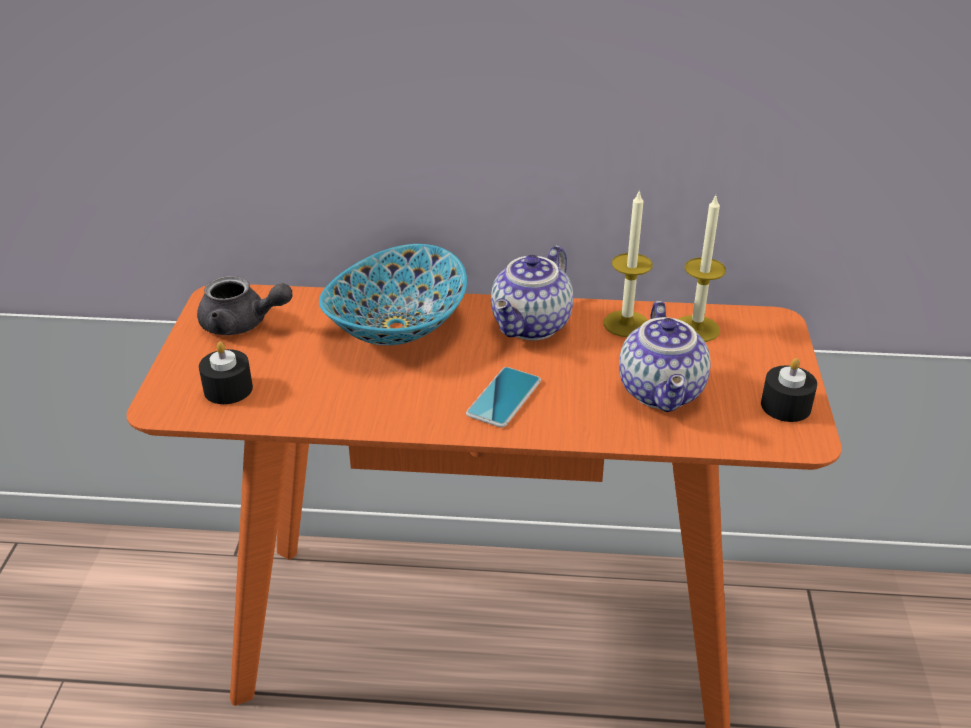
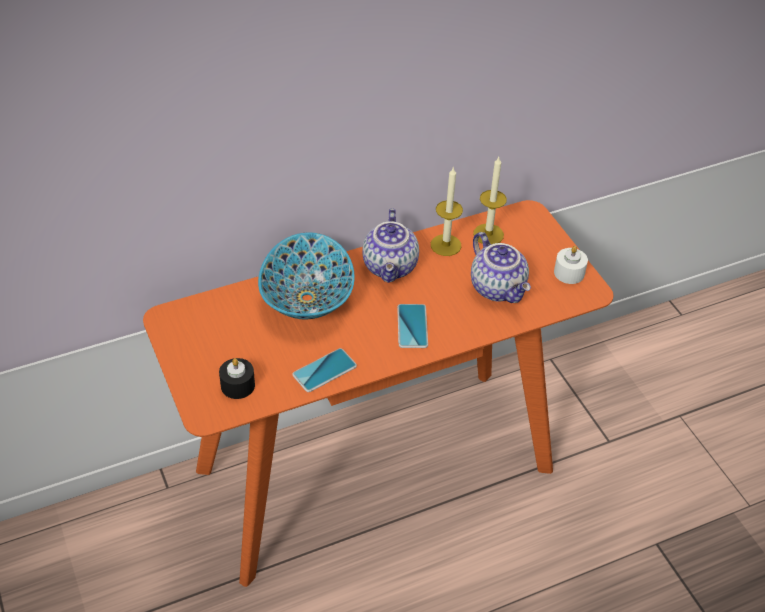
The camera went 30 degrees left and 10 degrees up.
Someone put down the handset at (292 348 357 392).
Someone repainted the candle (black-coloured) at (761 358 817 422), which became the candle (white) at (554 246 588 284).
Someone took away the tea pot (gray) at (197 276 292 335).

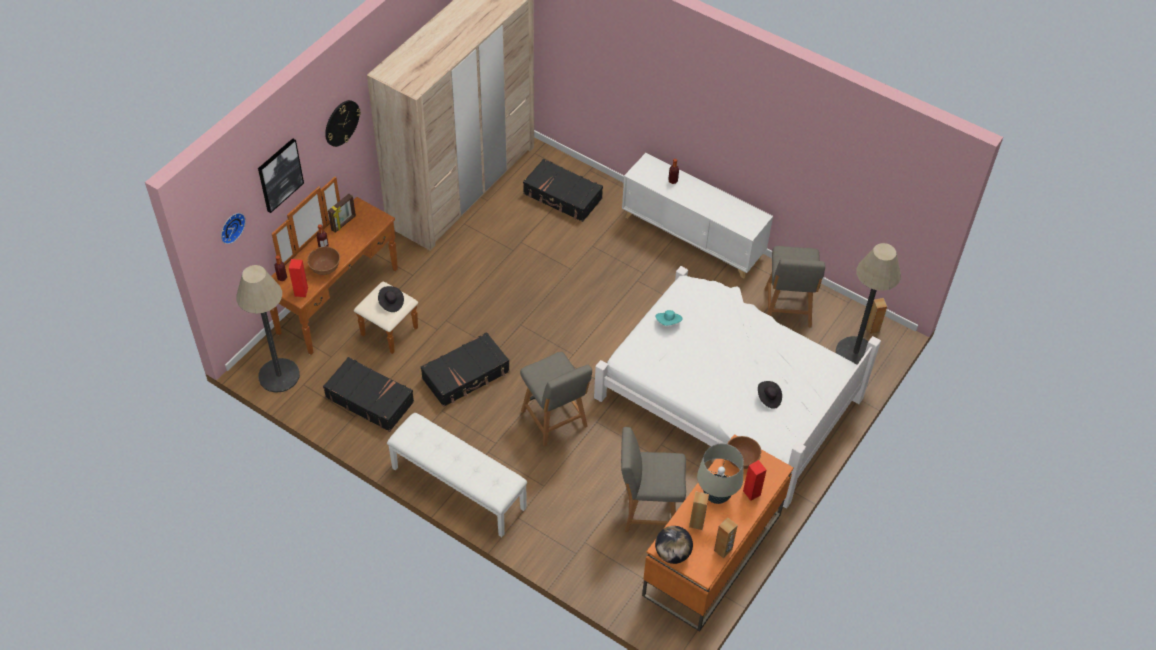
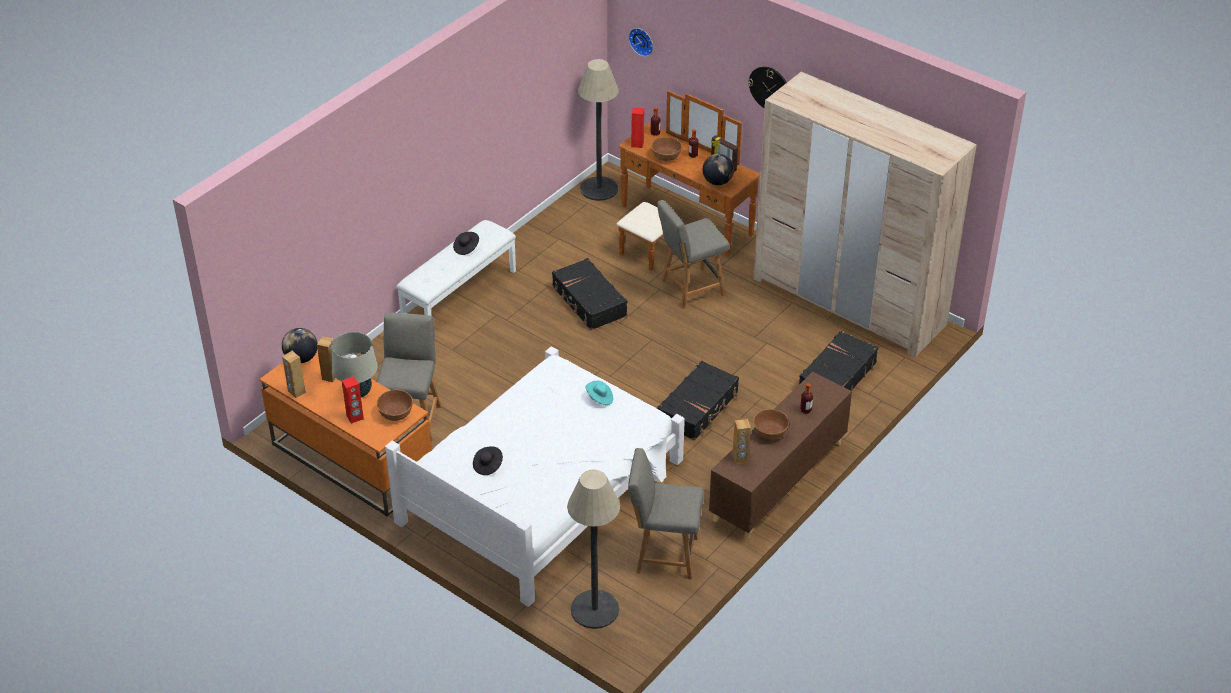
The camera went 95 degrees right and 10 degrees down.
Someone carried the clothing hat (black-coloured) from (378 286 404 312) to (453 232 479 255).
Someone carried the chair (gray) from (520 352 592 447) to (657 200 729 309).
Someone carried the suitcase (black-coloured) from (323 357 414 432) to (657 361 739 440).
Someone put down the world globe at (703 154 734 185).
Someone repainted the cupboard (white) at (622 153 773 279), which became the cupboard (brownish) at (709 372 852 540).
Someone carried the speaker (brownish) from (867 298 887 334) to (733 419 751 464).
Someone put down the serving bowl (brownish) at (753 409 789 440).
Someone took away the wall art at (258 138 304 213).

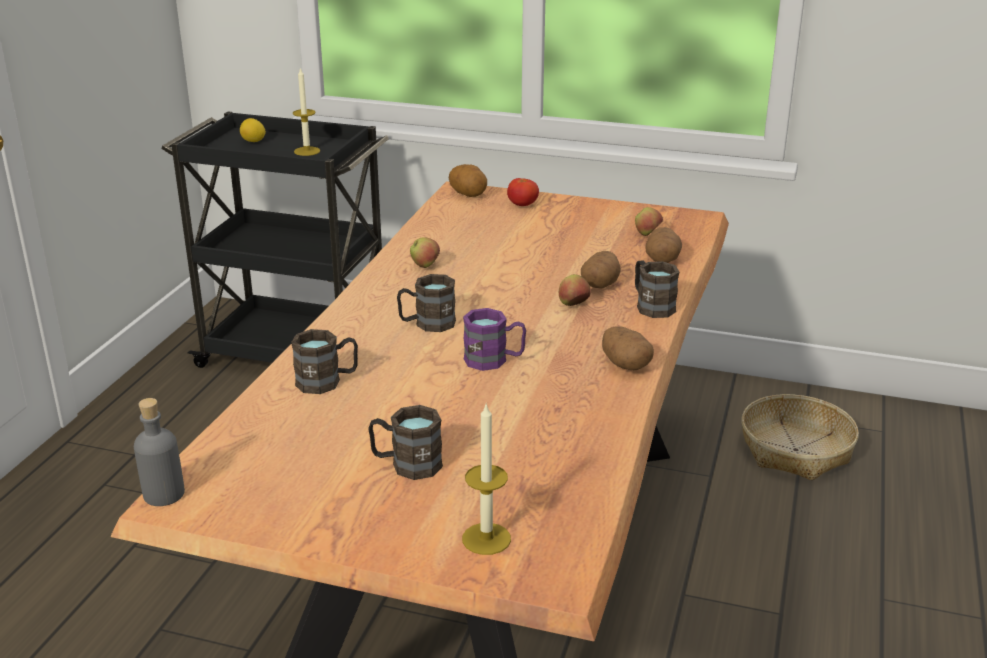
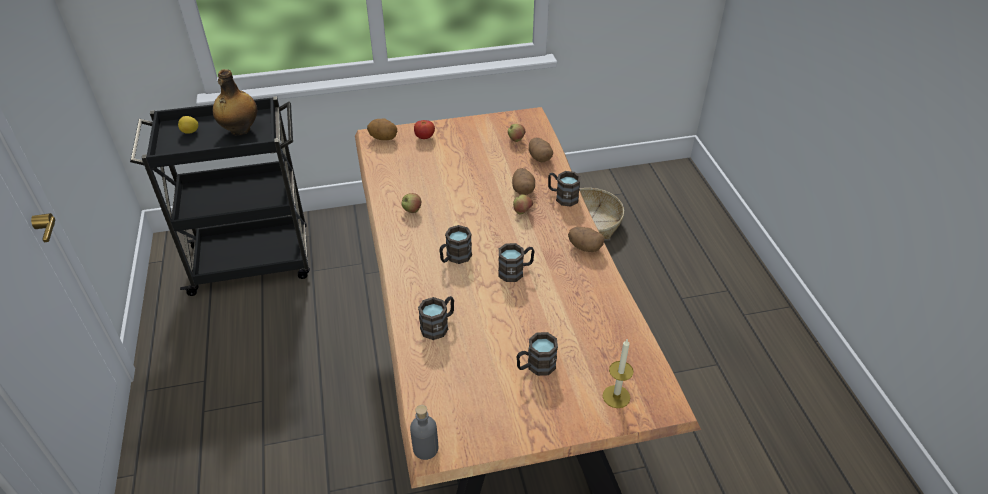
The camera went 30 degrees left and 15 degrees up.
Someone swapped the candle at (293 68 320 156) for the drink bottle at (213 69 257 136).
Someone repainted the tea mug (purple-coloured) at (463 308 526 371), which became the tea mug (brownish) at (498 243 535 282).

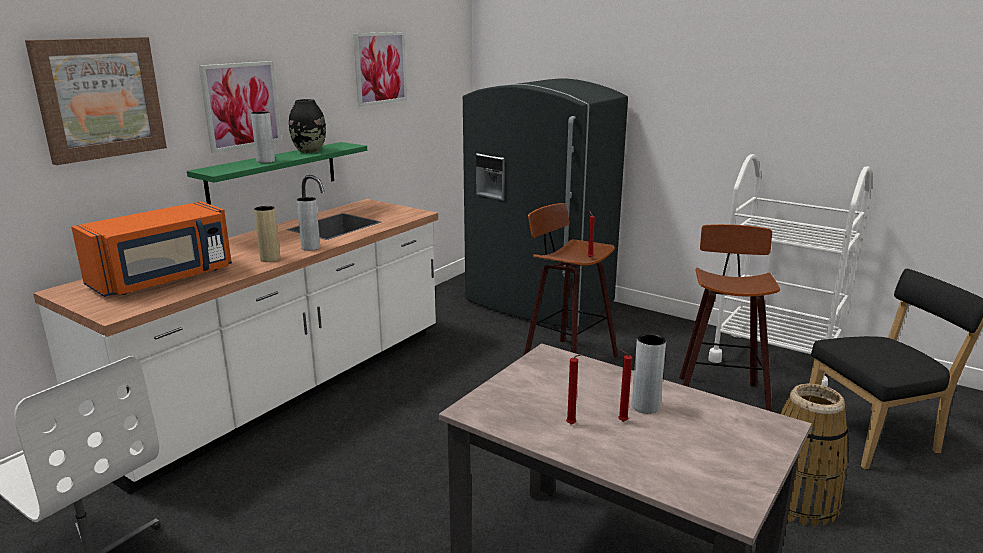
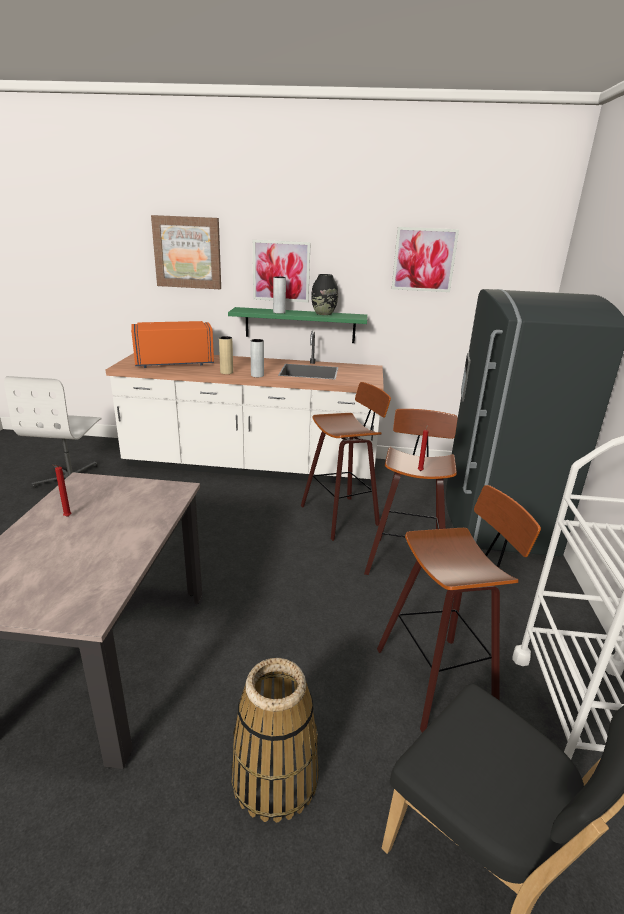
The camera went 60 degrees right and 5 degrees up.
Someone rotated the kitchen microwave (orange) at (71 201 232 297) by 150 degrees clockwise.
Someone put down the stool seat at (301 382 391 541).
Someone took away the candle (reddish) at (618 349 632 422).
Someone took away the flower vase (gray) at (632 333 666 414).

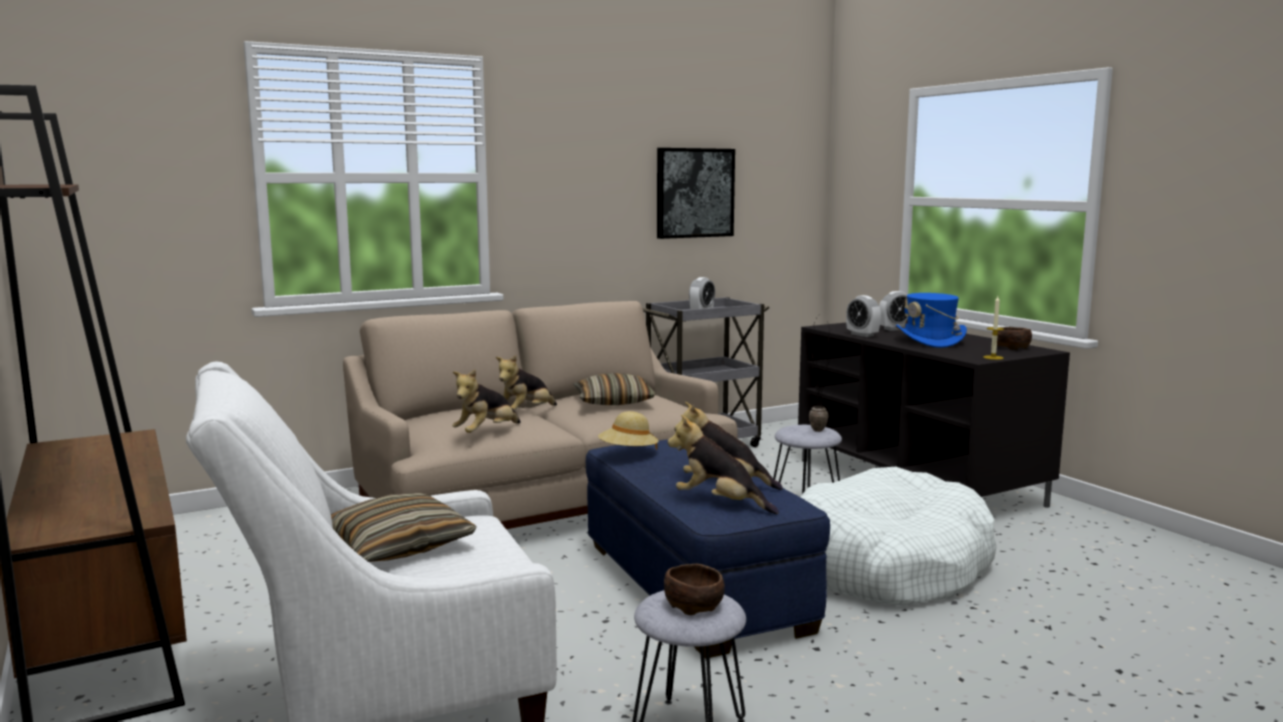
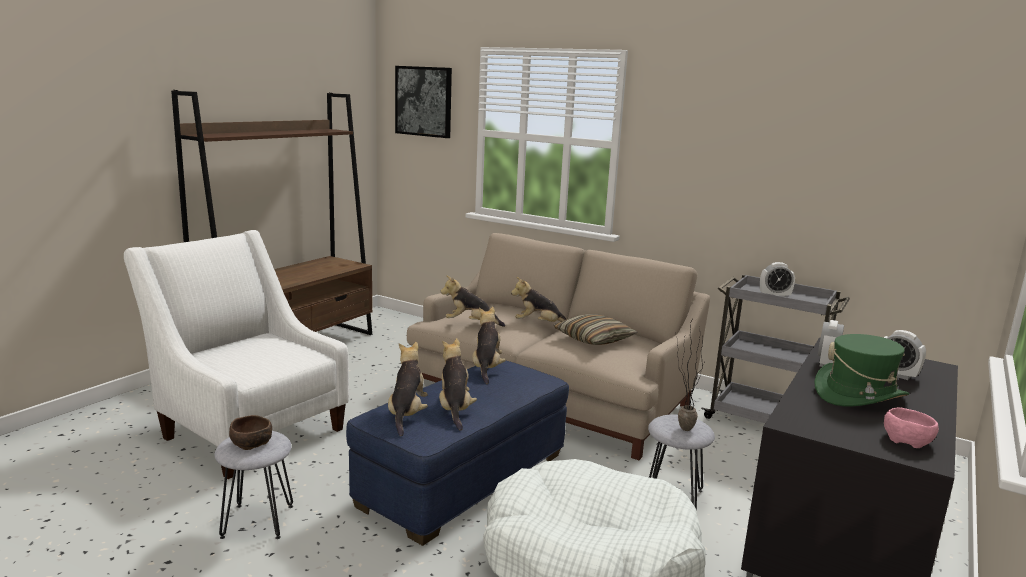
The camera went 60 degrees right and 5 degrees up.
Someone carried the wall art from (657 148 735 239) to (395 66 452 138).
Someone swapped the clothing hat (beige) at (598 411 659 450) for the cuddly toy at (472 307 506 384).
Someone repainted the clothing hat (blue) at (896 293 967 348), which became the clothing hat (greenish) at (814 334 909 406).
Someone repainted the serving bowl (brownish) at (997 327 1032 350), which became the serving bowl (pinkish) at (884 407 939 448).
Someone took away the pillow at (331 493 477 562).
Someone took away the candle at (983 296 1004 360).

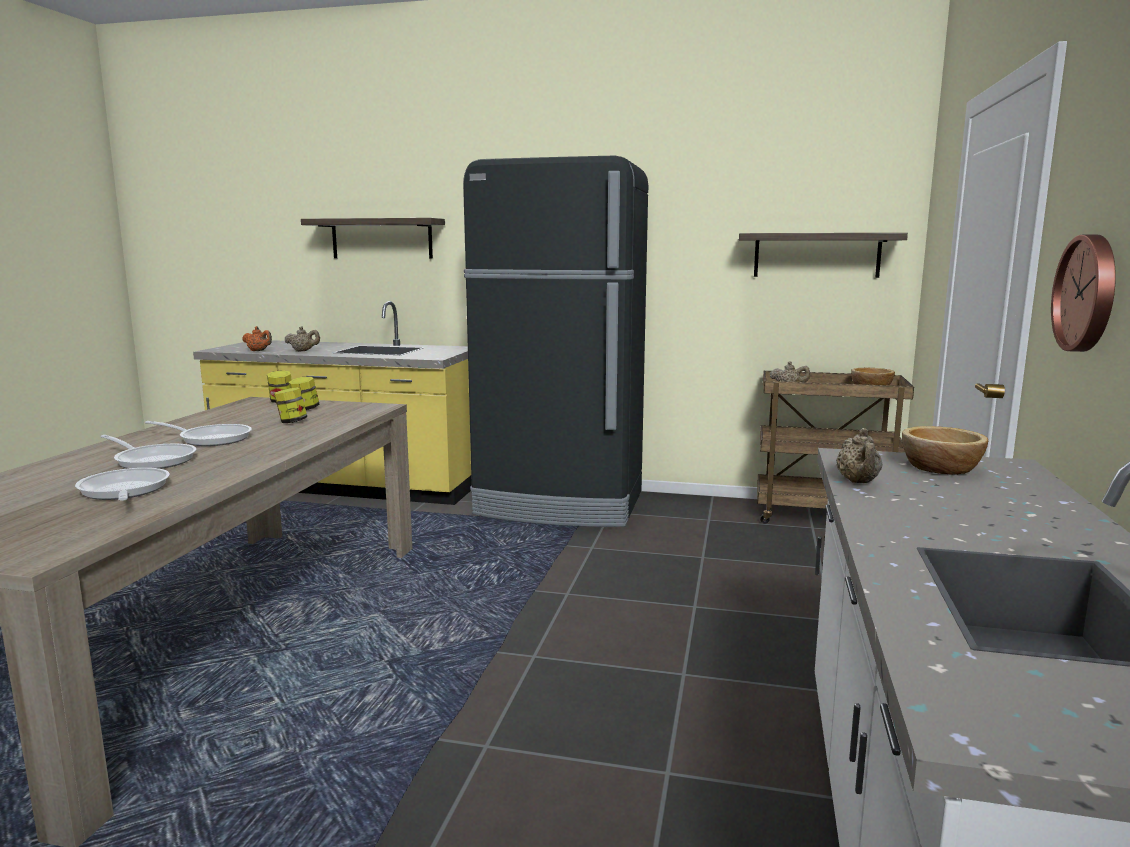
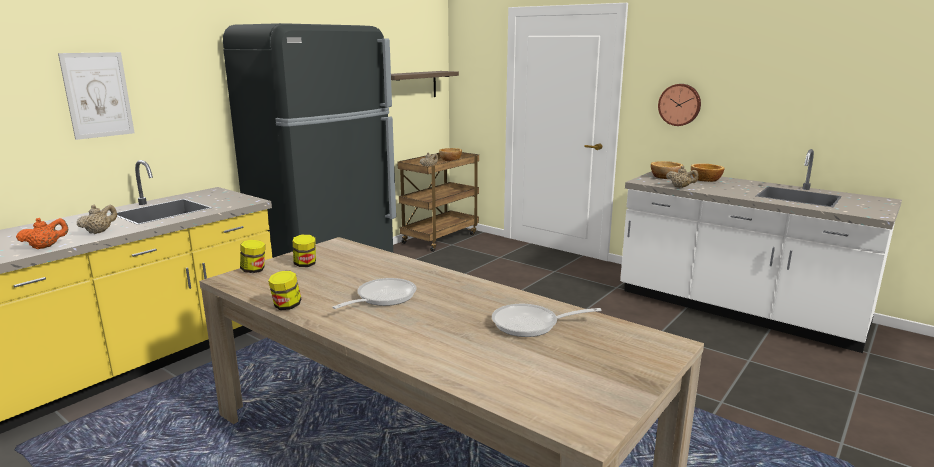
The camera went 65 degrees left and 5 degrees up.
Someone swapped the wall shelf at (301 218 445 259) for the wall art at (58 52 134 140).
Someone carried the jar from (274 387 307 423) to (268 271 301 310).
Someone put down the serving bowl at (691 163 725 182).
Someone took away the skillet at (100 435 197 469).

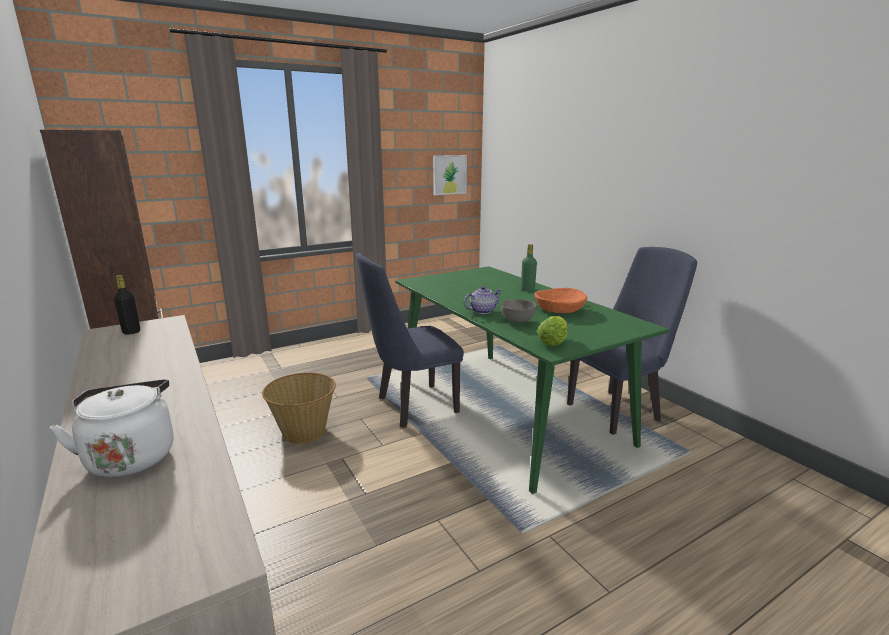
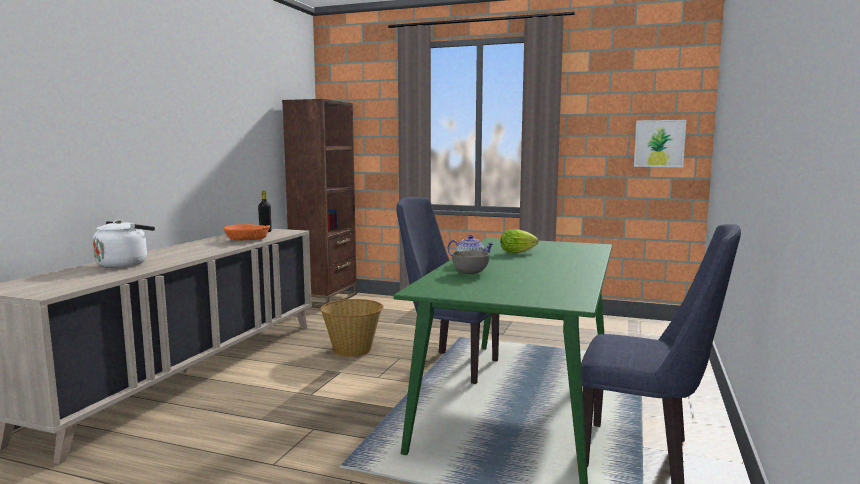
The camera went 50 degrees right and 10 degrees down.
Someone carried the serving bowl (orange) from (535 288 587 313) to (223 224 270 240).
Someone carried the lettuce from (537 316 567 346) to (500 229 538 253).
Someone took away the drink bottle (greenish) at (521 244 537 291).

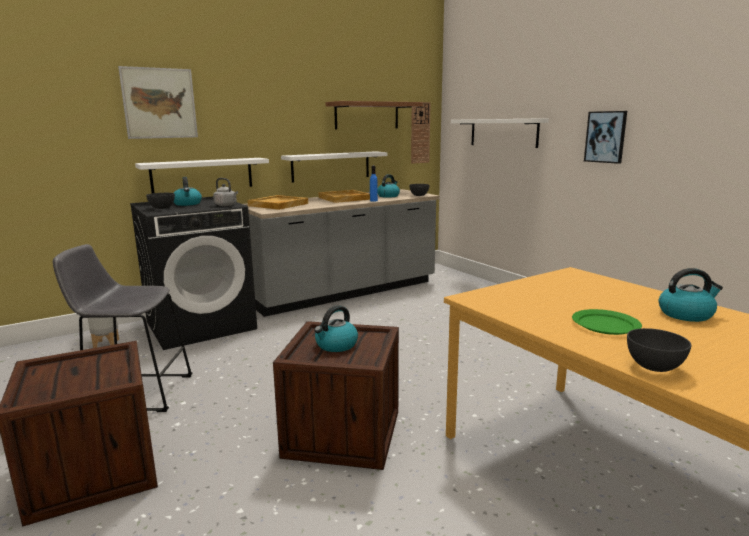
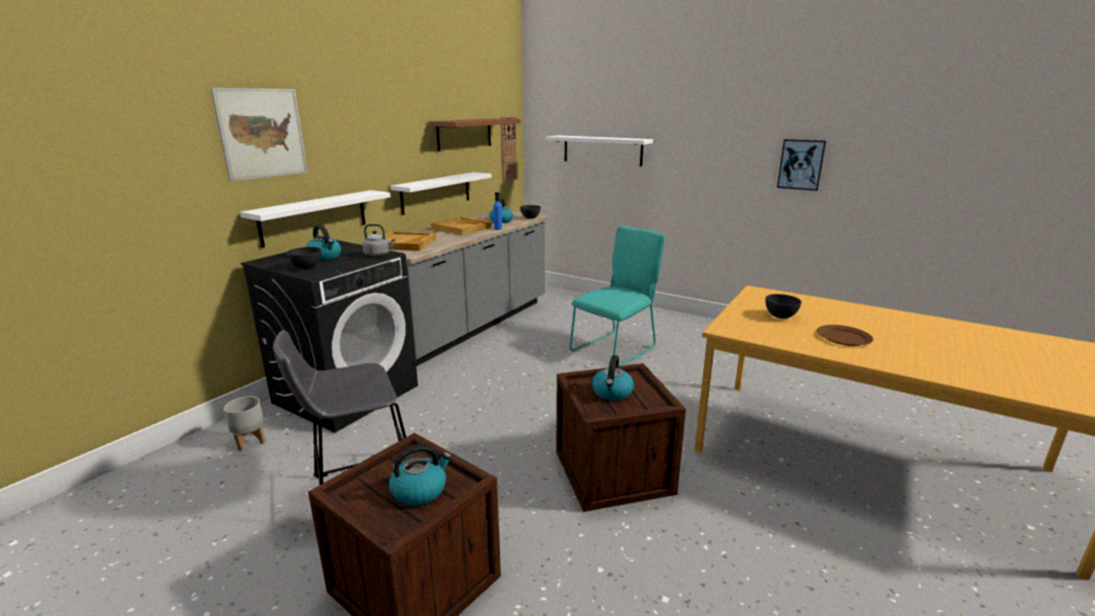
The camera went 25 degrees left and 5 degrees up.
Someone carried the water kettle from (659 268 723 322) to (389 444 452 506).
Someone put down the chair (turquoise-coloured) at (569 226 665 366).
Someone carried the serving bowl (gray) from (627 328 691 372) to (765 294 802 318).
Someone carried the wall art from (584 111 627 164) to (777 139 826 191).
Someone repainted the flat dish (greenish) at (572 309 642 335), which became the flat dish (brownish) at (817 325 873 346).

